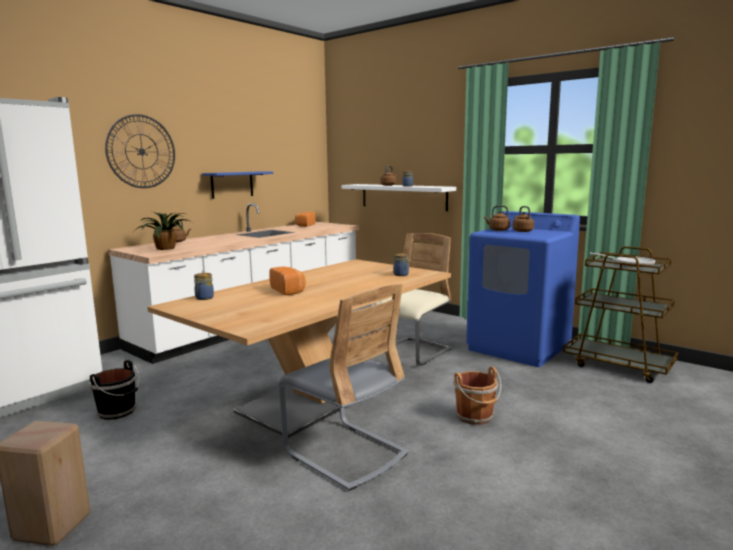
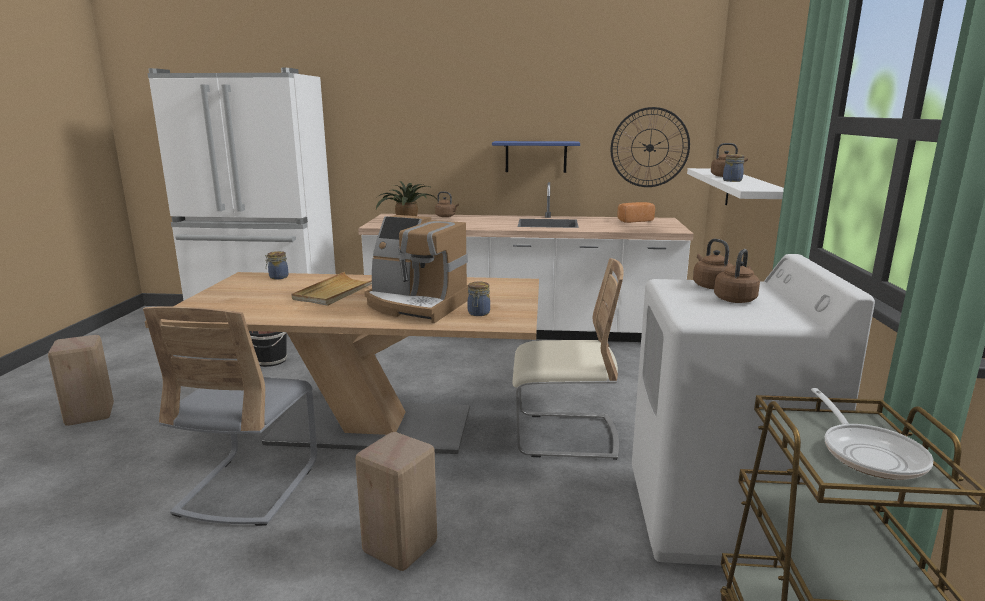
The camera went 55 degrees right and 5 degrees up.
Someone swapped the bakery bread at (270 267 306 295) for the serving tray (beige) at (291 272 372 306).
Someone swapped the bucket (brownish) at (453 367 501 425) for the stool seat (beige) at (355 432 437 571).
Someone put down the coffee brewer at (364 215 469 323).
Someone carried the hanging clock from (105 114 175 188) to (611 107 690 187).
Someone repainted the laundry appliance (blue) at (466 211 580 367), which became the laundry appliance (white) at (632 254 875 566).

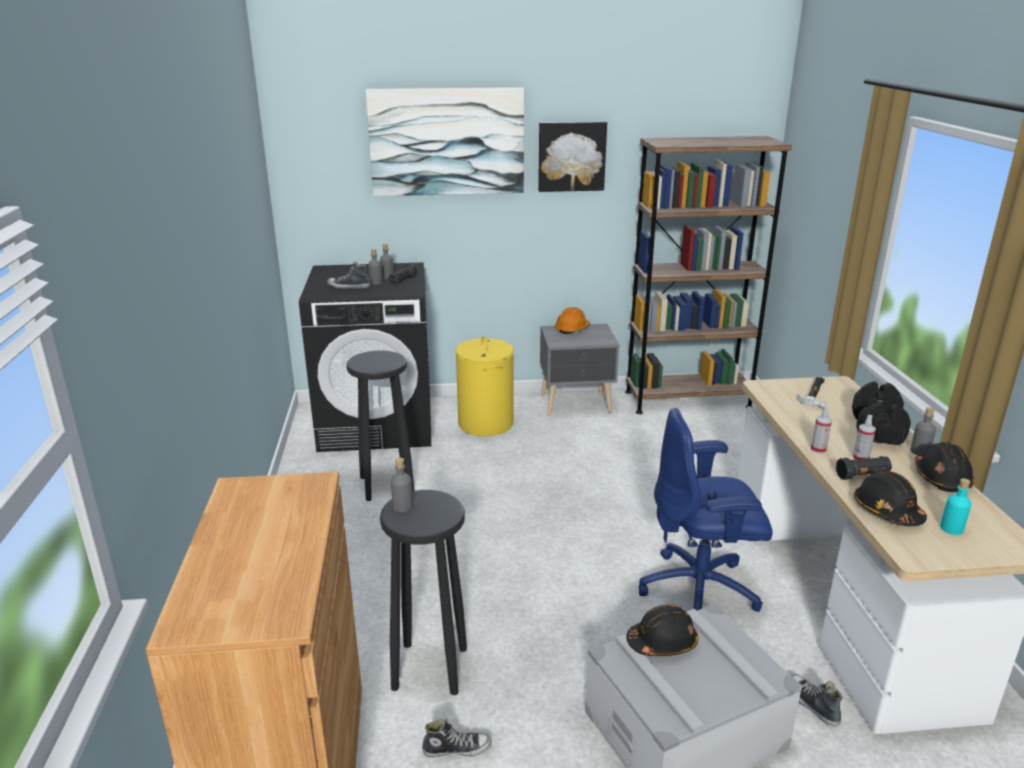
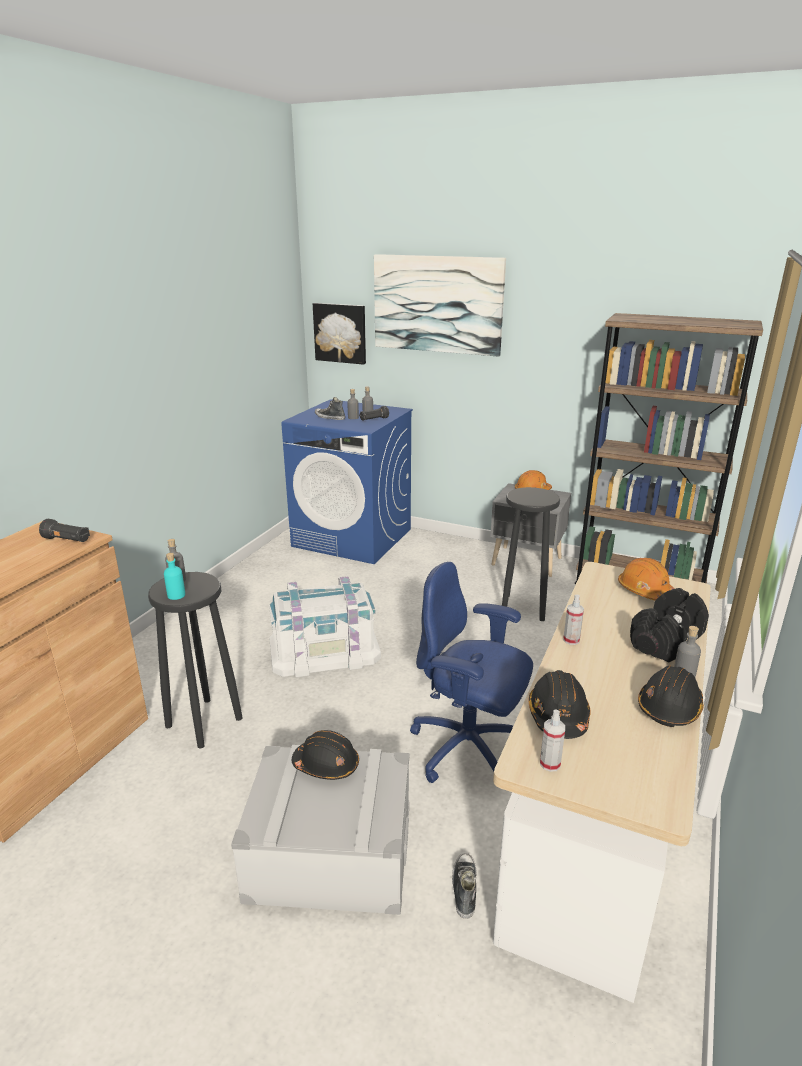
The camera went 30 degrees right and 0 degrees up.
Someone carried the flashlight (black-coloured) from (836 456 892 480) to (39 519 90 542).
Someone carried the drink bottle (turquoise-coloured) from (940 478 971 535) to (164 553 185 600).
Someone put down the storage bin (white) at (269 576 381 677).
Someone repainted the laundry appliance (black-coloured) at (299 262 431 452), which became the laundry appliance (blue) at (281 399 413 564).
Someone carried the wall art from (538 121 607 192) to (313 303 366 365).
Someone carried the stool seat (black-coloured) from (347 350 415 501) to (502 487 560 621).
Someone carried the spray bottle from (853 415 876 460) to (540 709 565 772).
Someone swapped the tool hammer at (797 377 826 409) for the work helmet (orange) at (618 558 675 601).
Someone took away the shoe at (422 719 492 758).
Someone took away the laundry basket (yellowish) at (456 336 514 436).

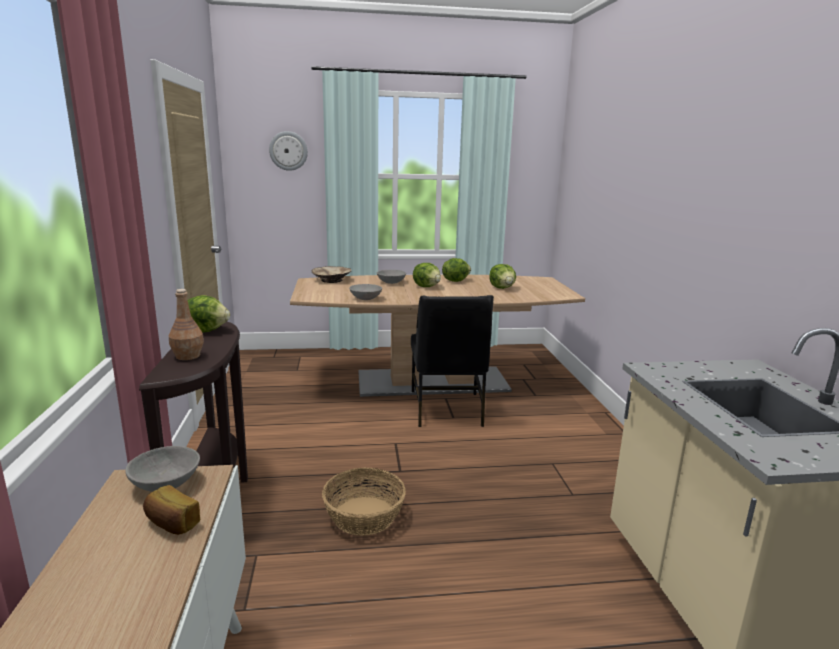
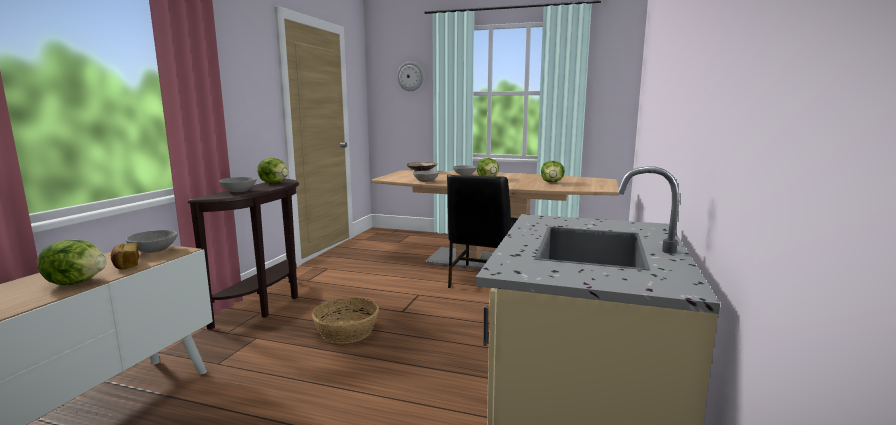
The camera went 25 degrees right and 5 degrees down.
Someone carried the lettuce from (442 258 471 282) to (37 239 107 285).
Someone swapped the drink bottle (brownish) at (169 289 204 360) for the serving bowl (gray) at (219 177 257 192).

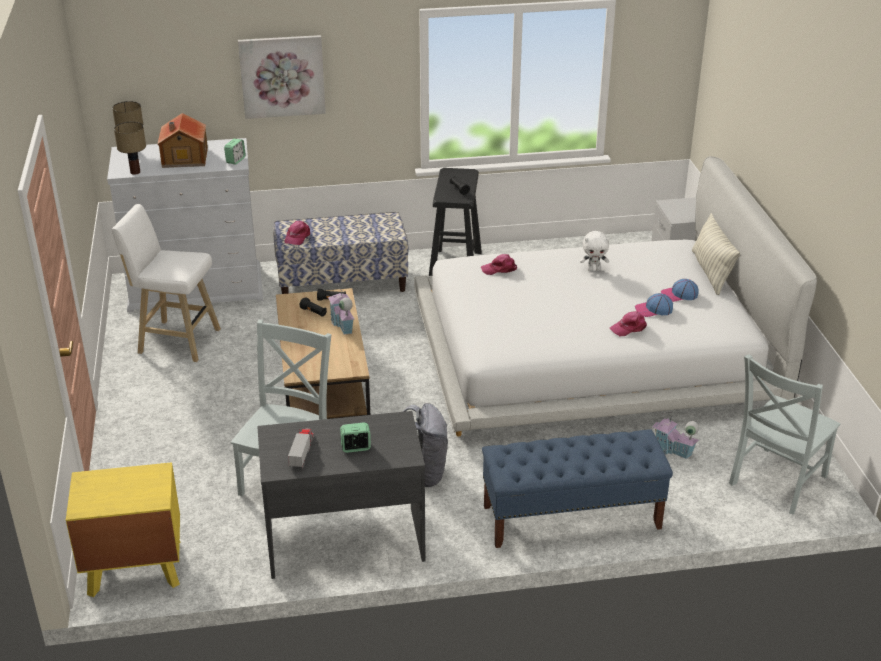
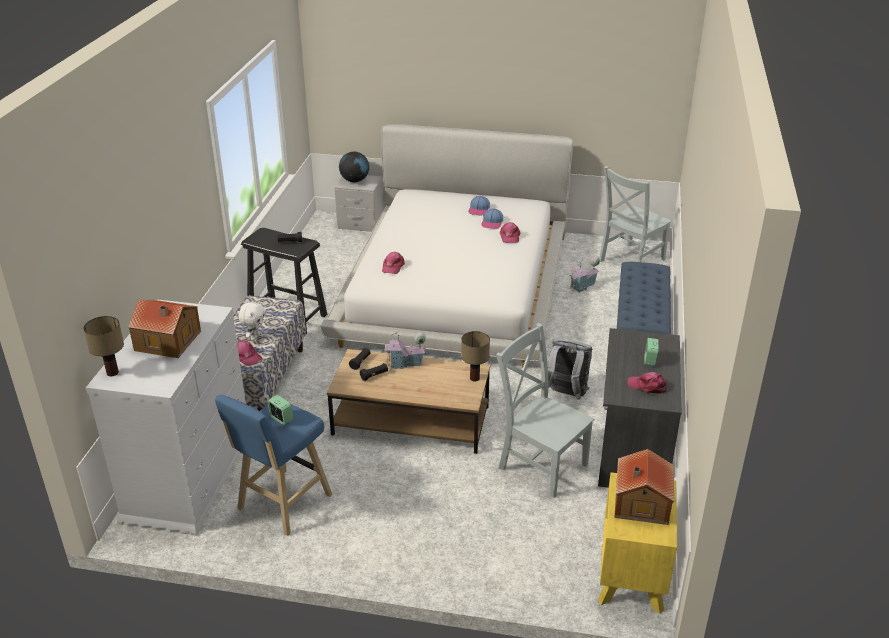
The camera went 70 degrees left and 0 degrees up.
Someone repainted the stool seat (white) at (112 204 221 362), which became the stool seat (blue) at (215 395 332 536).
Someone carried the cuddly toy (white) from (580 231 609 271) to (238 302 265 340).
Someone carried the table clock from (224 139 246 164) to (267 395 294 425).
Someone put down the world globe at (339 152 369 182).
Someone carried the lamp for a table from (114 122 146 175) to (461 331 490 381).
Someone rotated the chair (gray) at (729 354 841 515) by 75 degrees clockwise.
Someone put down the toy house at (614 449 674 525).
Someone swapped the toy lorry at (288 429 314 469) for the peaked cap (pinkish) at (627 372 667 394).
Someone took away the wall art at (238 35 326 119).
Someone took away the pillow at (692 213 740 295).

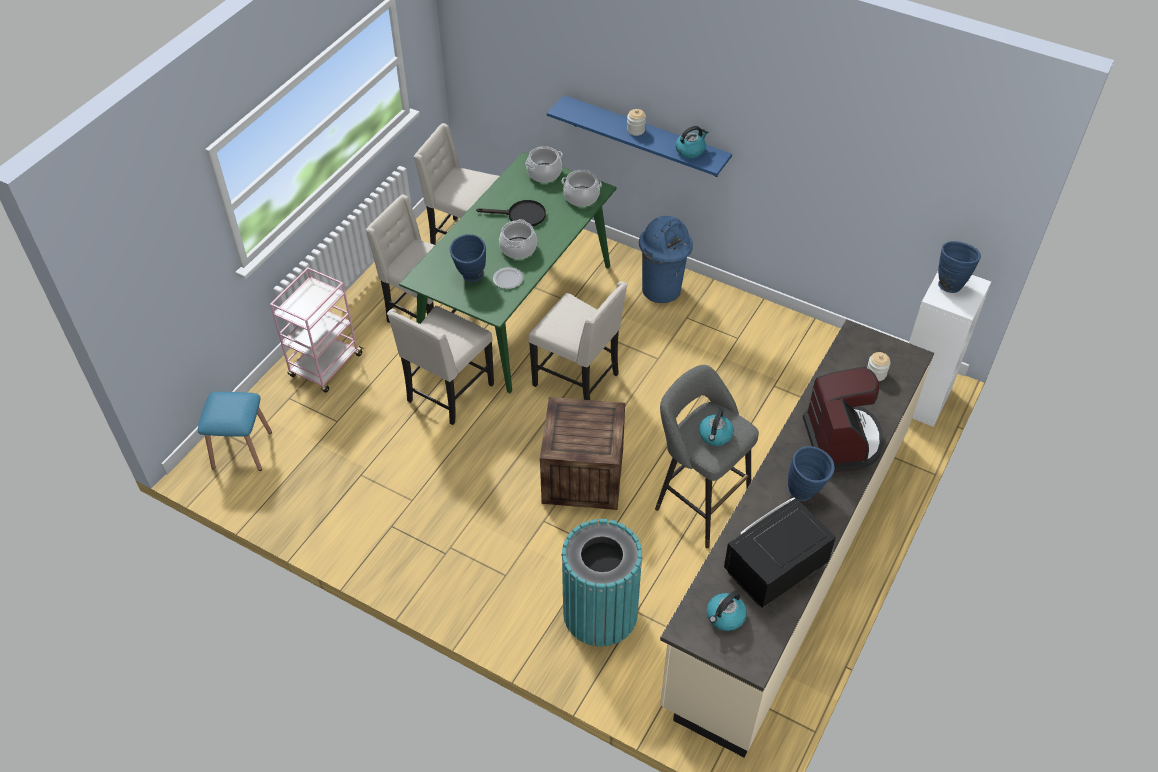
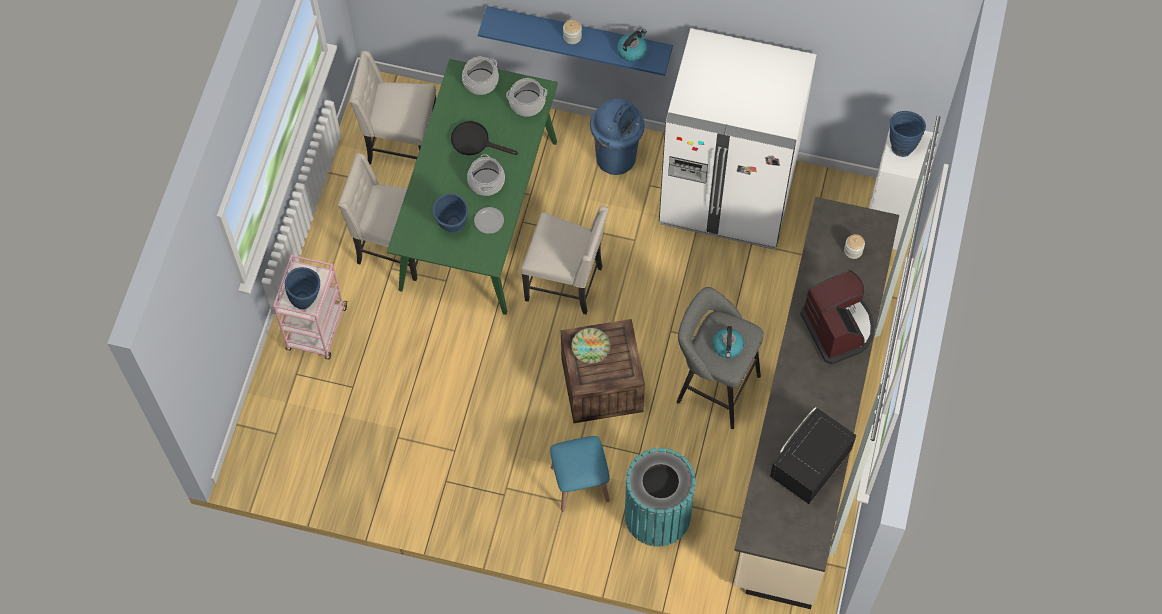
The camera went 15 degrees left and 15 degrees up.
Someone carried the flower vase (blue) from (788 446 835 501) to (285 267 320 309).
Someone rotated the skillet (black-coloured) at (476 200 546 227) by 150 degrees counterclockwise.
Someone carried the stool seat (blue) from (198 392 272 471) to (550 436 610 512).
Someone put down the flat dish at (571 328 610 363).
Someone put down the refrigerator (white) at (659 28 816 249).
Someone took away the chair (beige) at (387 306 494 425).
Someone took away the water kettle at (707 591 747 631).

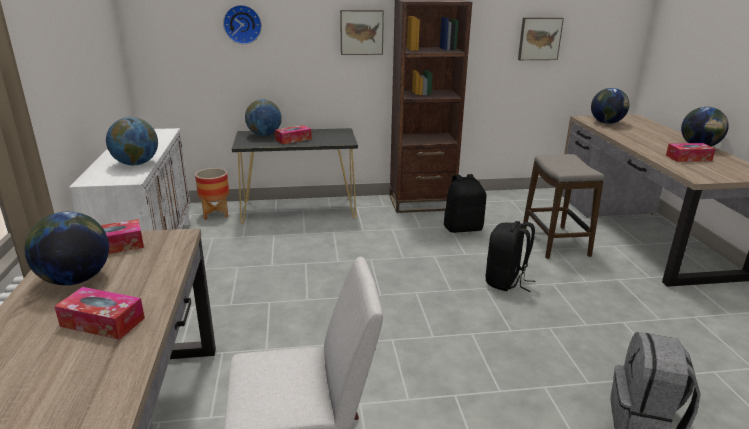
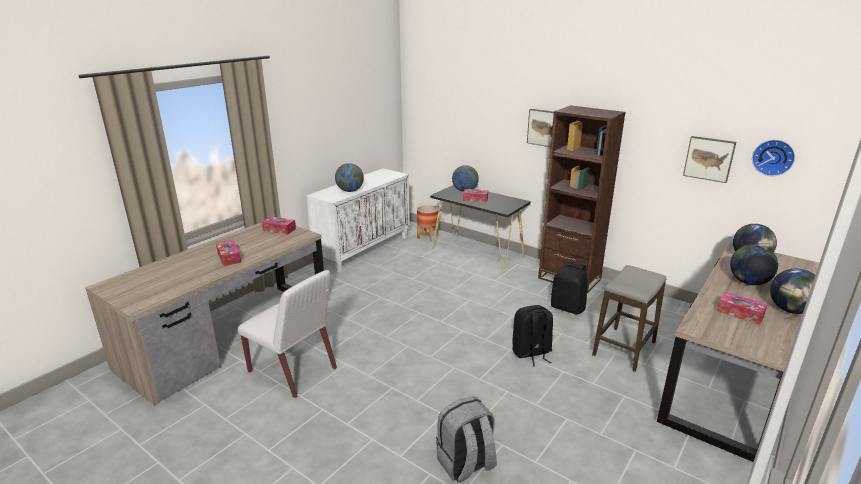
The camera went 45 degrees right and 0 degrees up.
Someone carried the world globe from (25 212 109 285) to (730 244 778 285).
Someone carried the hanging clock from (223 5 262 44) to (752 140 795 176).

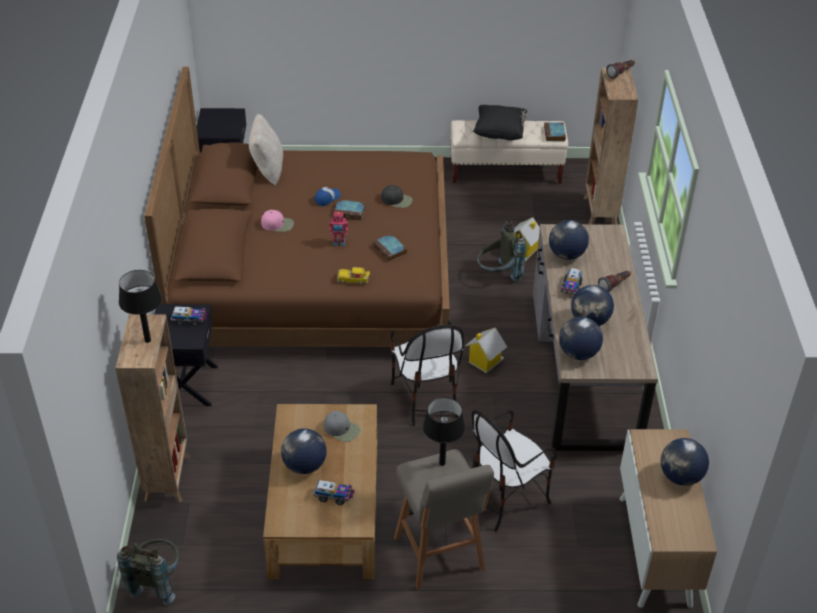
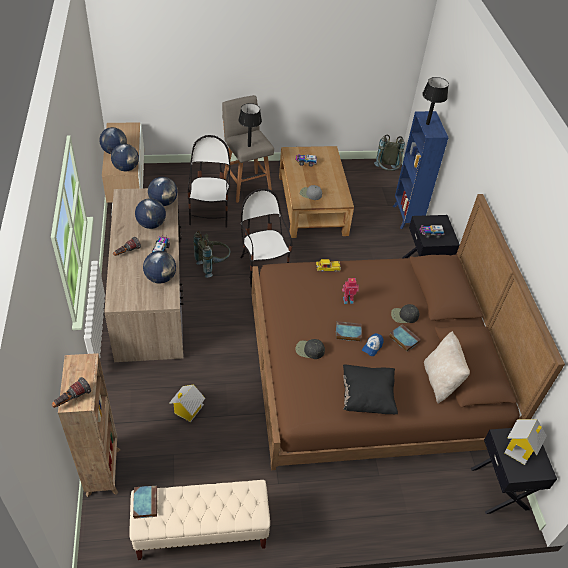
The camera went 170 degrees right and 5 degrees up.
Someone carried the world globe from (281 428 327 474) to (111 144 139 171).
Someone rotated the chair at (472 410 557 531) by 45 degrees counterclockwise.
Someone carried the rucksack (gray) from (477 219 527 282) to (193 231 231 278).
Someone carried the pillow (black-coloured) from (473 105 527 140) to (343 364 398 414).
Someone carried the volume from (373 234 407 261) to (389 324 421 352).
Someone repainted the peaked cap (pinkish) at (261 210 294 232), which became the peaked cap (black-coloured) at (391 304 420 323).
Someone repainted the shelving unit (brownish) at (116 314 190 503), which became the shelving unit (blue) at (393 111 449 229).
Someone carried the toy house from (465 328 507 373) to (504 419 547 465).

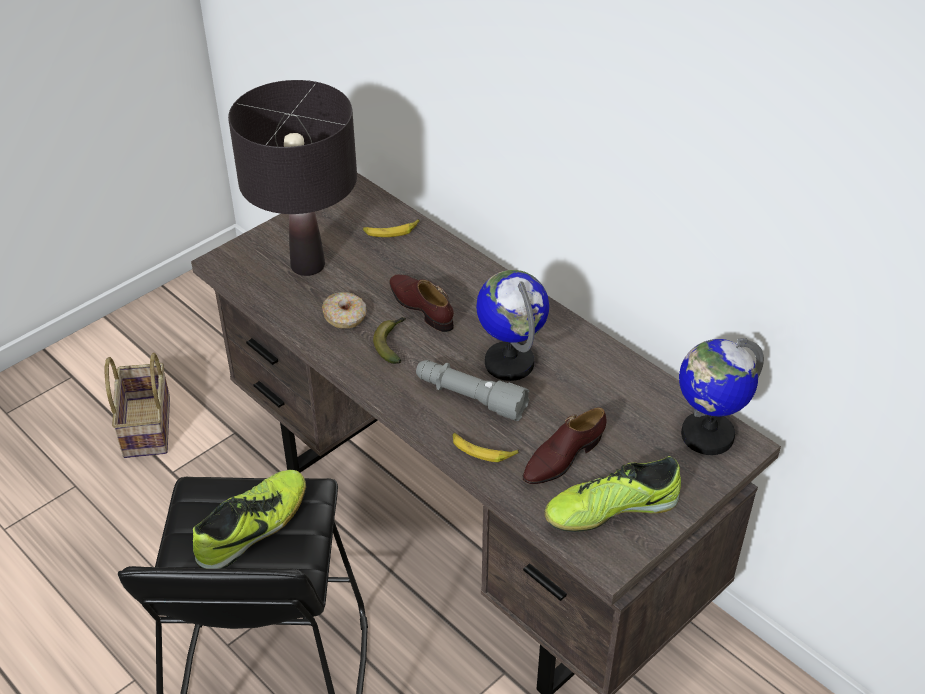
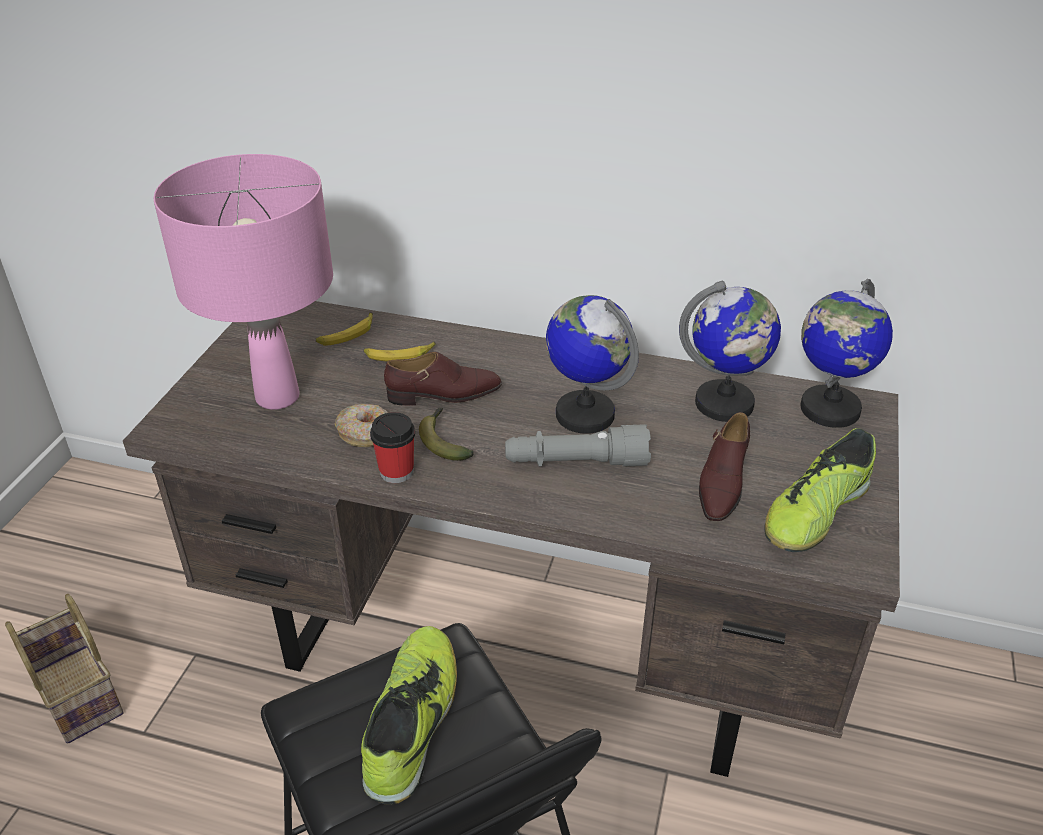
The camera went 30 degrees left and 5 degrees down.
Someone repainted the lamp for a table (black-coloured) at (228 80 357 276), which became the lamp for a table (pinkish) at (154 154 333 410).
Someone carried the whole banana from (452 433 519 462) to (364 342 436 361).
Someone put down the small cup at (370 412 415 483).
Someone rotated the shoe (brownish) at (389 275 454 332) by 150 degrees clockwise.
Someone put down the world globe at (679 280 781 422).

